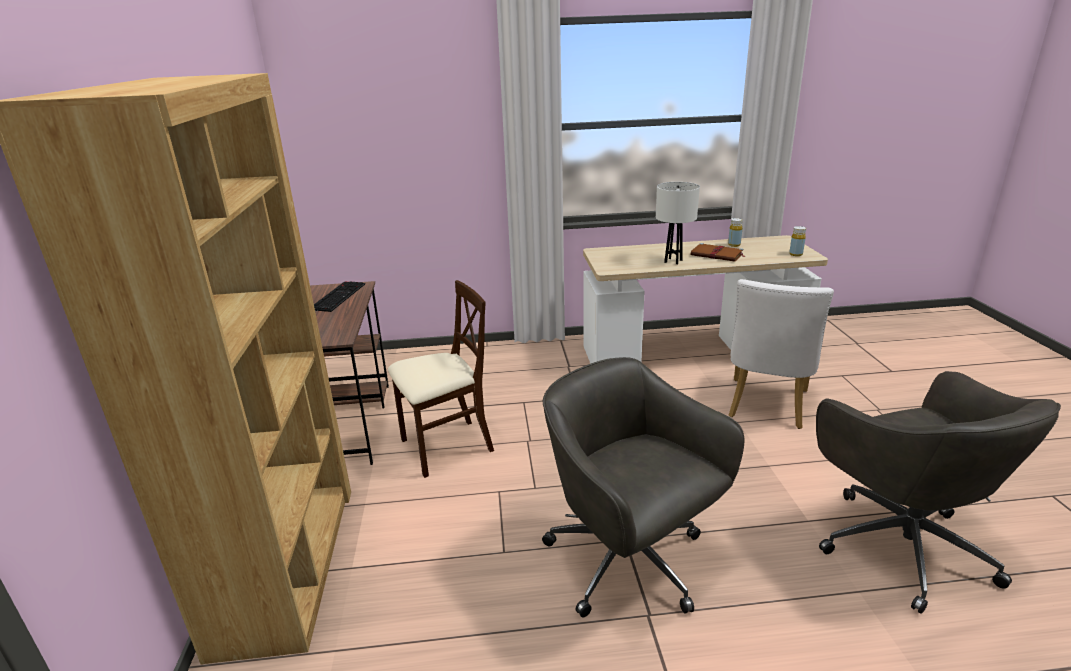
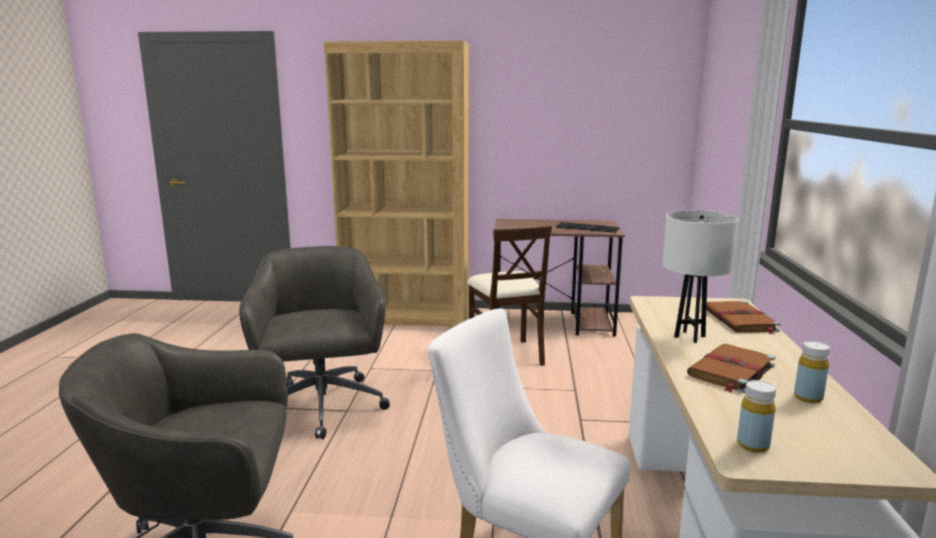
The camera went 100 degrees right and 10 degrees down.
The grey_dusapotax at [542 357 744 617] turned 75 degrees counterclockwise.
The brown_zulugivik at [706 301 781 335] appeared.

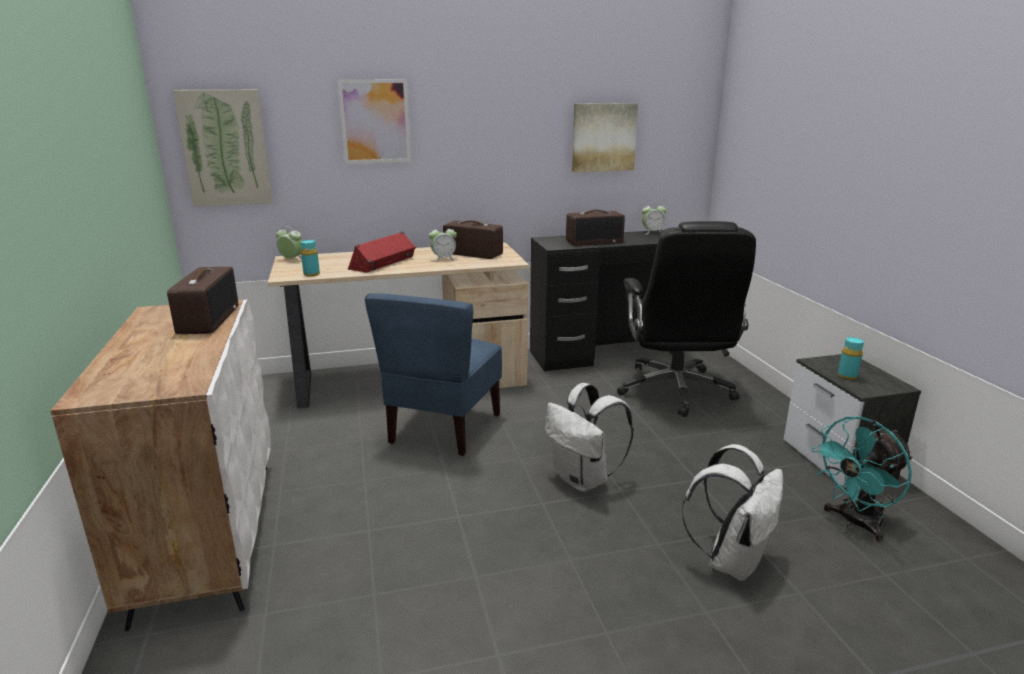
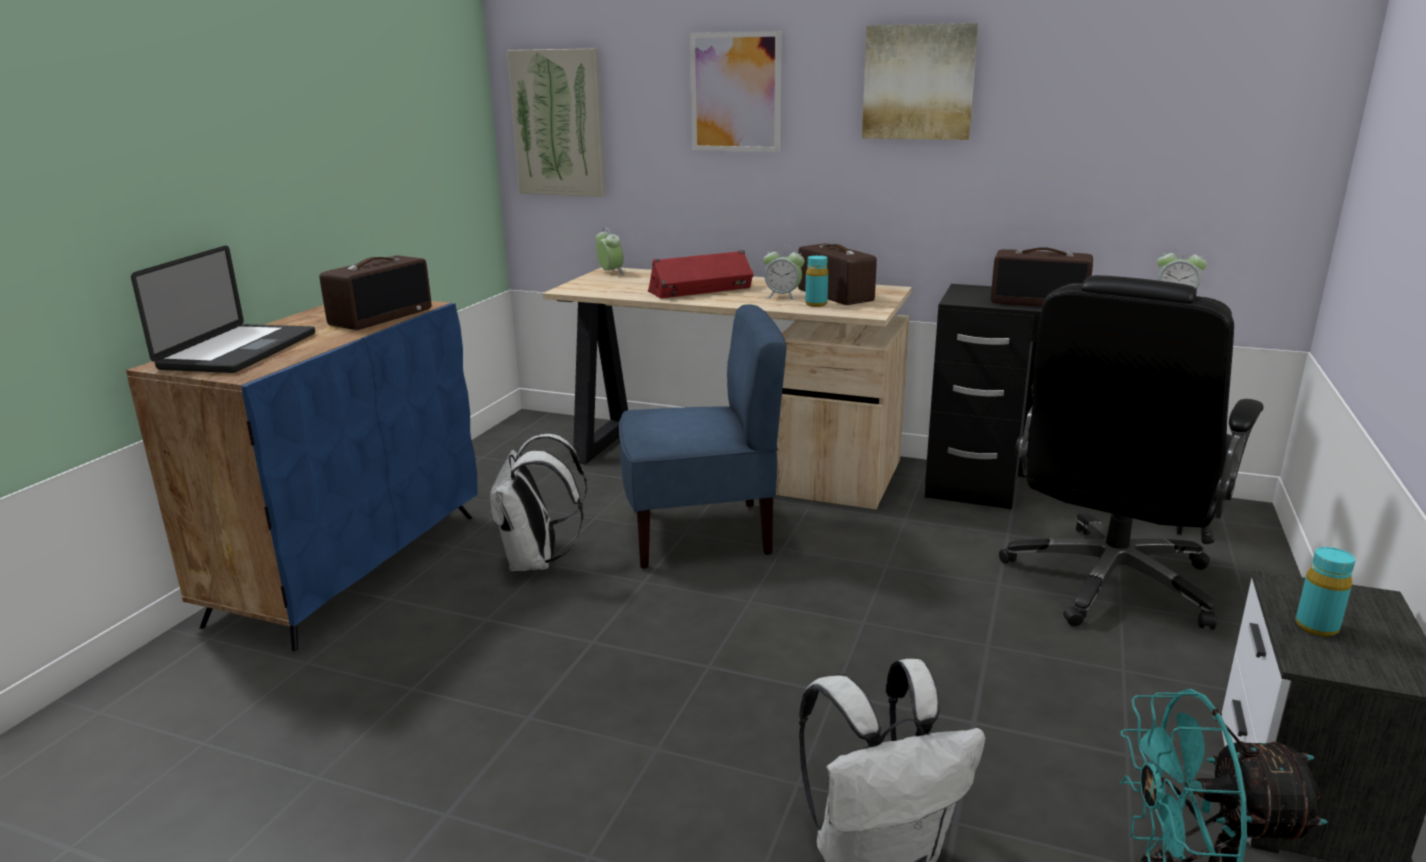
The camera went 35 degrees right and 0 degrees up.
The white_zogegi at [50 299 271 631] became the blue_zogegi at [126 301 477 651].
The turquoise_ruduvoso moved from [301 240 320 277] to [805 255 828 307].
The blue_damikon at [365 293 502 456] turned 150 degrees counterclockwise.
The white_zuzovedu moved from [545 383 634 492] to [490 434 587 571].
The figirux moved from [572 103 638 172] to [862 23 979 140].
The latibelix at [131 245 315 373] appeared.

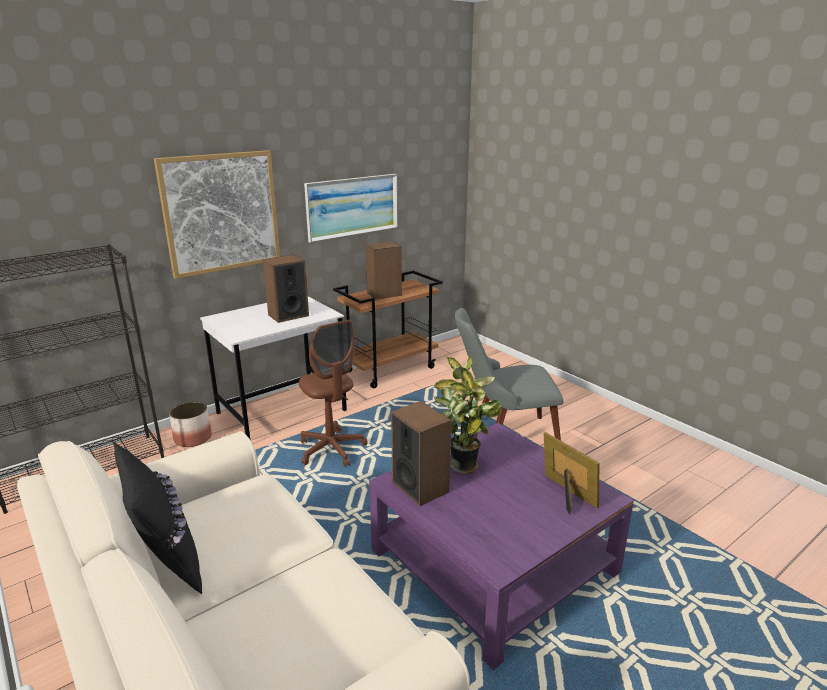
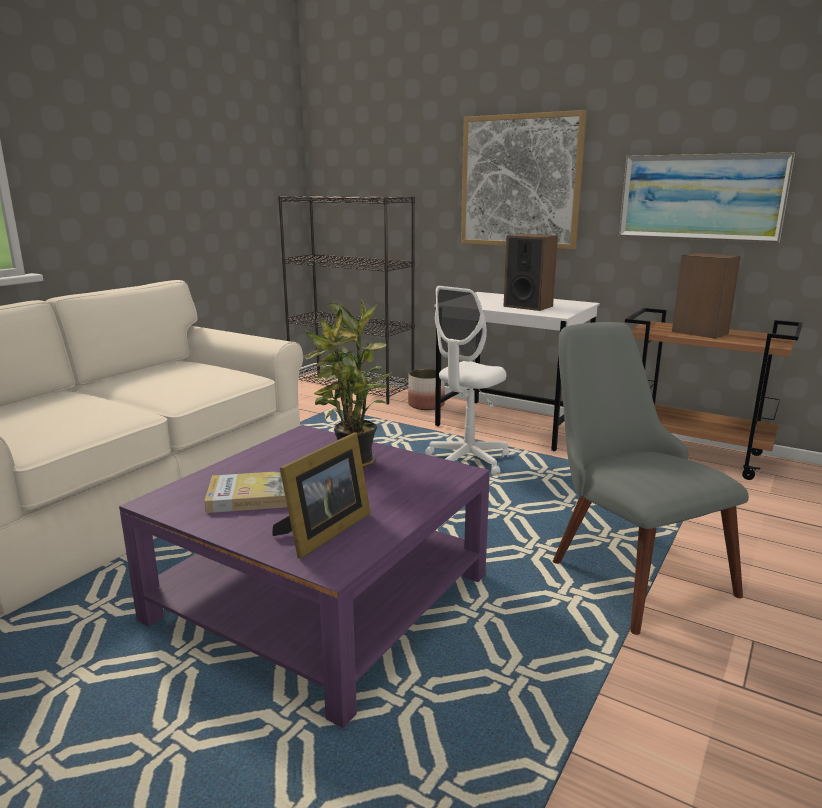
The camera went 70 degrees right and 5 degrees down.
The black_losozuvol at [112 441 202 594] disappeared.
The brown_dusapotax at [299 320 368 467] became the white_dusapotax at [425 286 509 476].
The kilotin at [391 401 451 506] disappeared.
The zulugivik at [204 471 287 513] appeared.

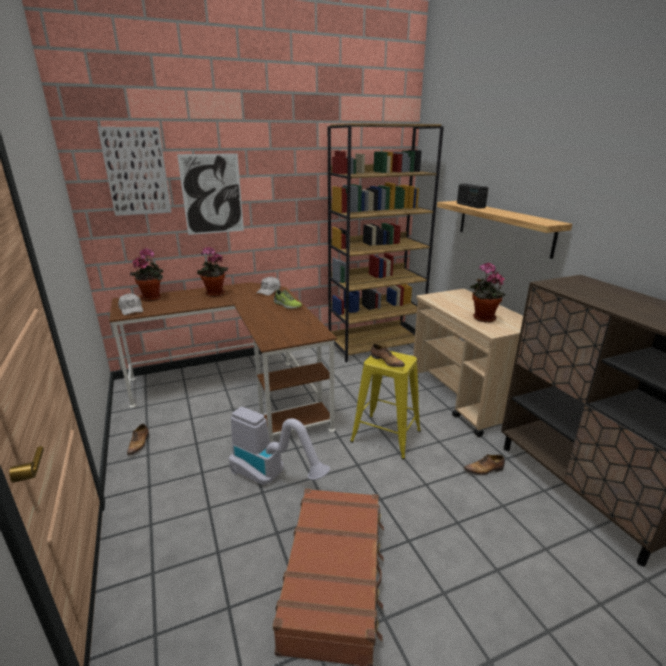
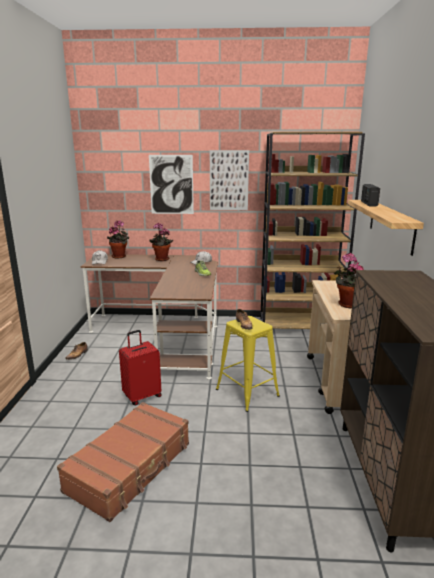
The camera went 25 degrees right and 5 degrees down.
The figirux moved from [98 127 172 216] to [210 150 249 210].
The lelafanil at [229 407 330 486] was replaced by the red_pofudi at [119 330 162 405].
The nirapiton at [464 454 505 475] disappeared.

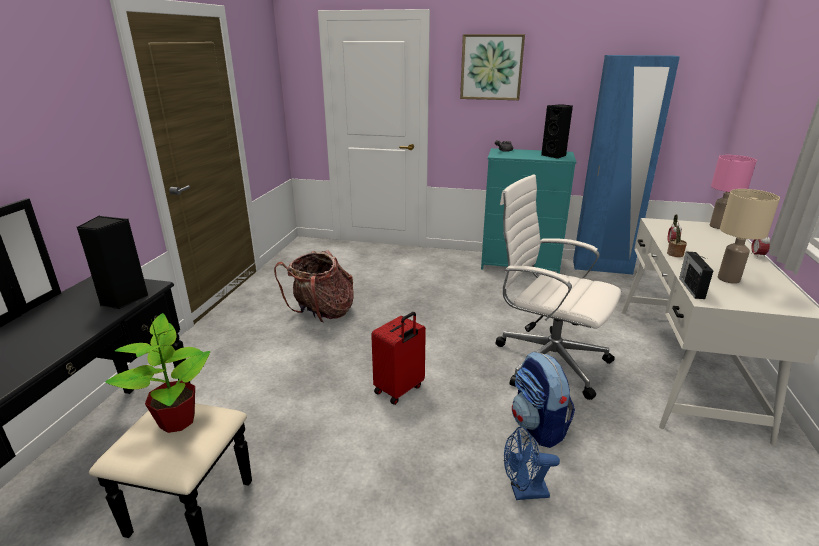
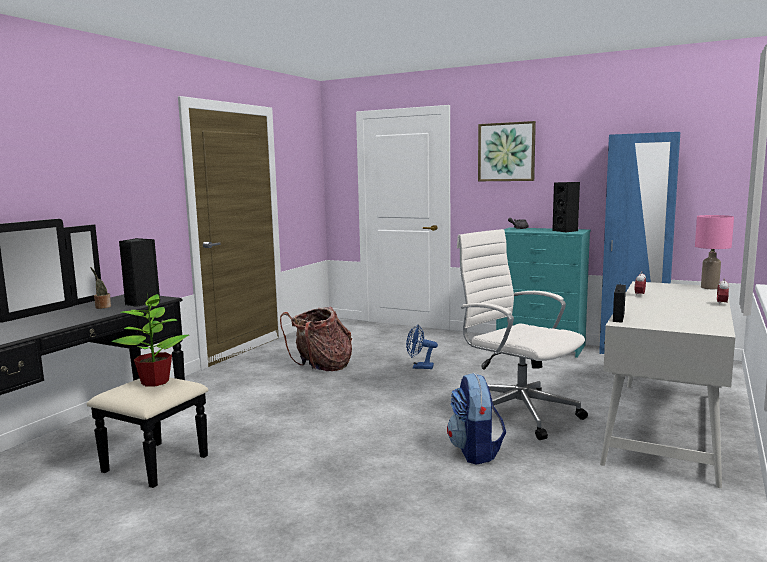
The camera went 15 degrees right and 15 degrees down.
The red_pofudi at [371 312 426 405] disappeared.
The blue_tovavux moved from [504 426 560 500] to [406 324 438 369].
The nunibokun moved from [667 214 687 257] to [90 267 111 309].
The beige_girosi at [718 189 780 284] disappeared.

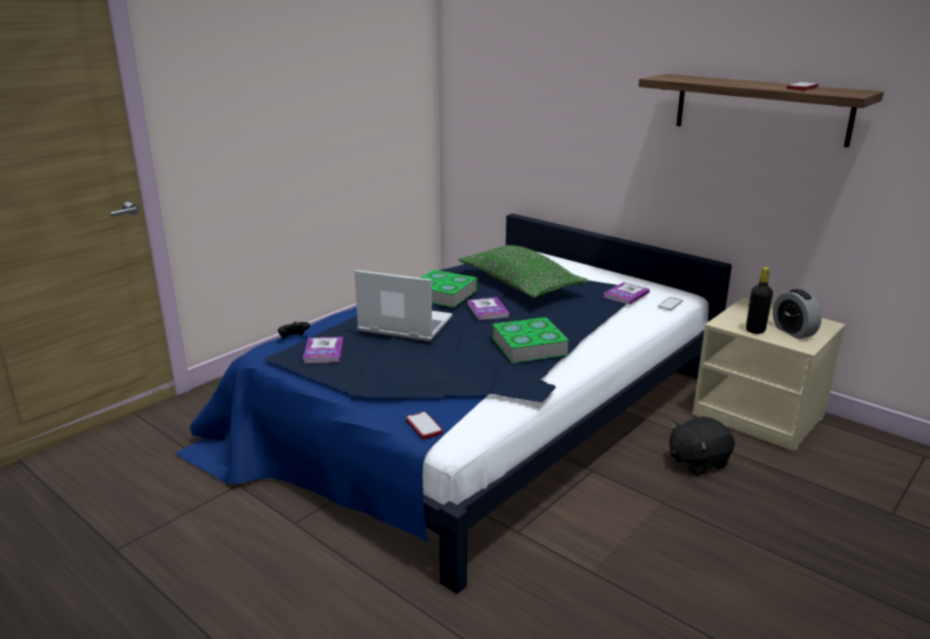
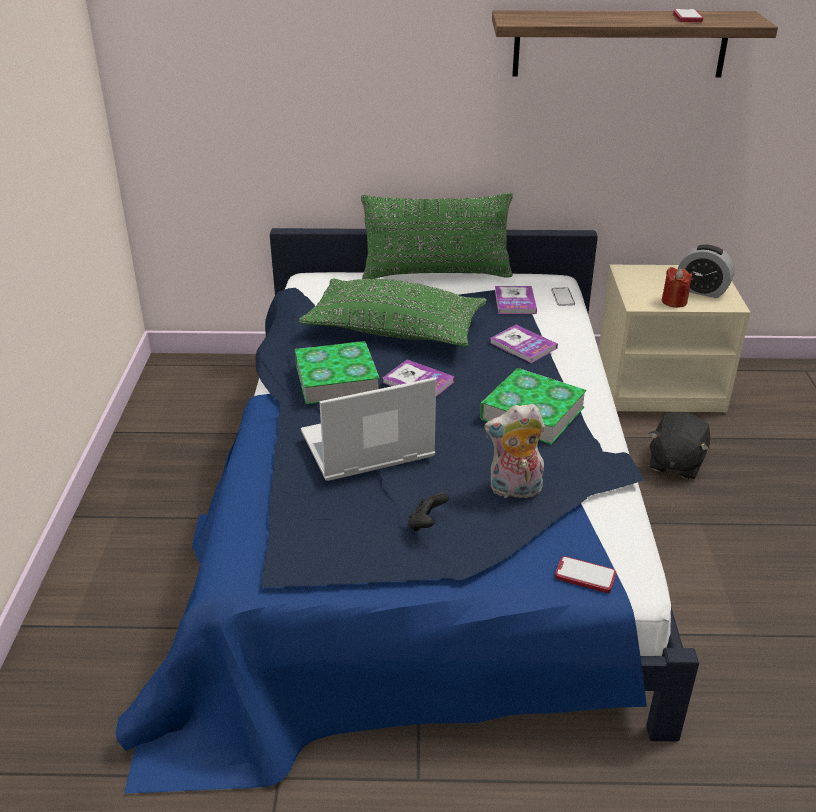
The camera went 40 degrees left and 10 degrees up.
The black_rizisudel moved from [278 322 310 339] to [408 492 449 531].
The zulugivik moved from [303 337 344 363] to [490 325 558 363].
The black_ruduvoso at [746 267 773 334] was replaced by the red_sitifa at [662 267 692 308].
The green_losozuvol at [361 193 513 279] appeared.
The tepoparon at [484 404 545 498] appeared.

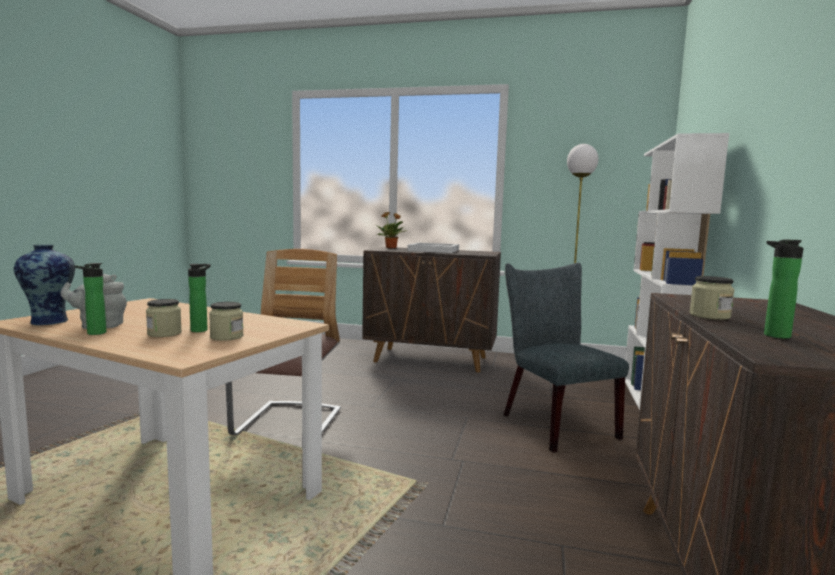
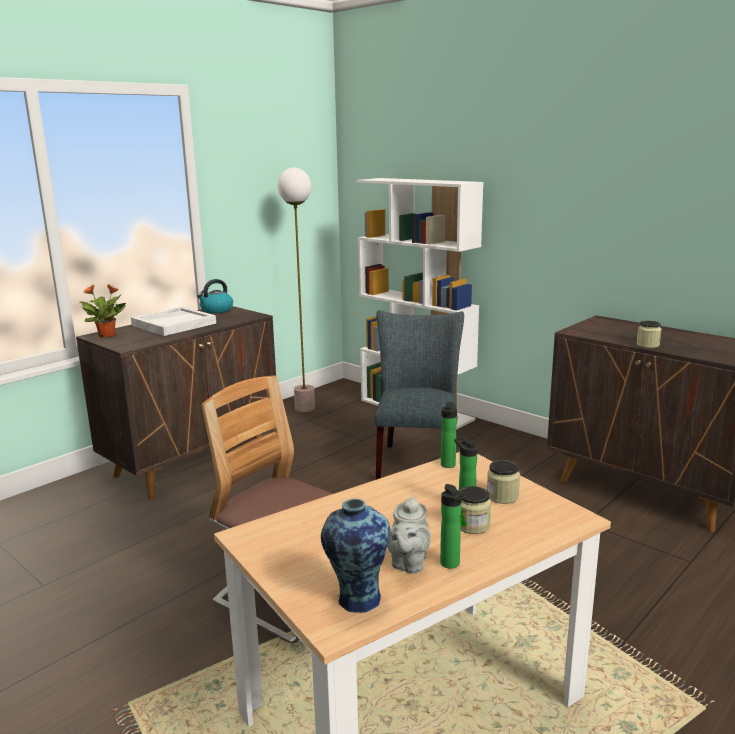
The camera went 60 degrees left and 10 degrees up.
The grey_damikon at [504 263 629 452] turned 90 degrees clockwise.
The ruduvoso moved from [764 240 803 339] to [441 402 457 468].
The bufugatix at [197 279 233 313] appeared.

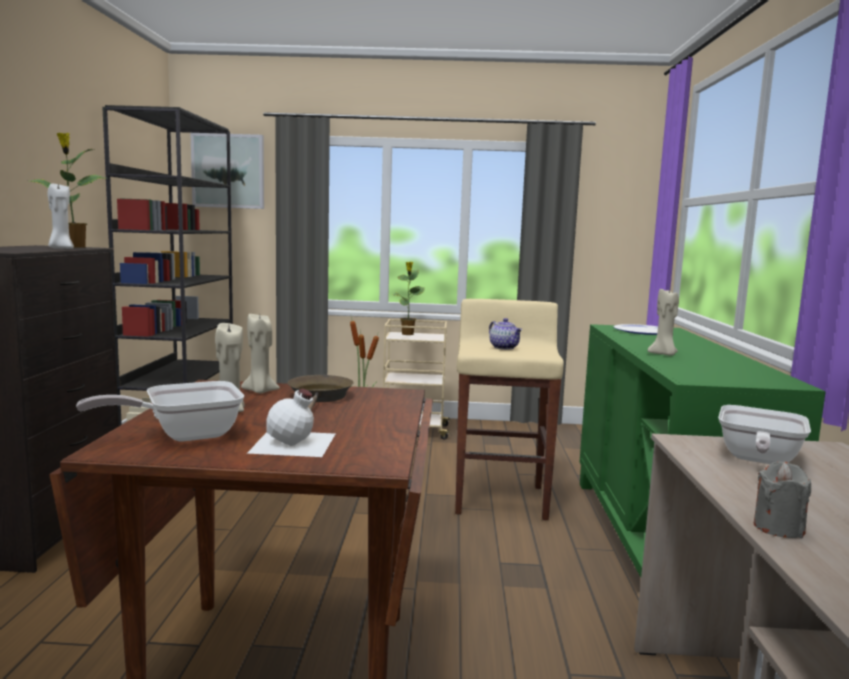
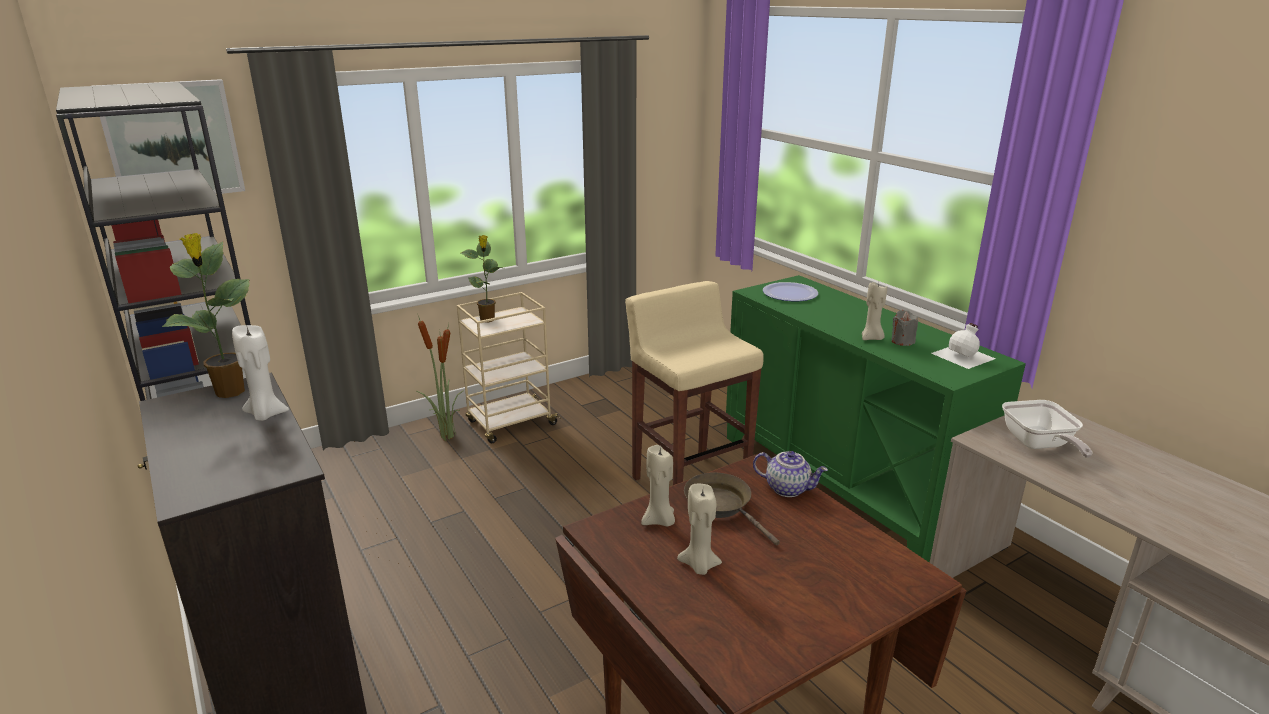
The camera went 35 degrees left and 15 degrees up.
The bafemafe at [76 381 244 442] disappeared.
The white_ruduvoso moved from [247 389 335 457] to [931 323 996 369].
The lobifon moved from [489 318 522 350] to [753 451 828 497].
The grey_sitifa moved from [754 462 811 538] to [891 310 918 346].

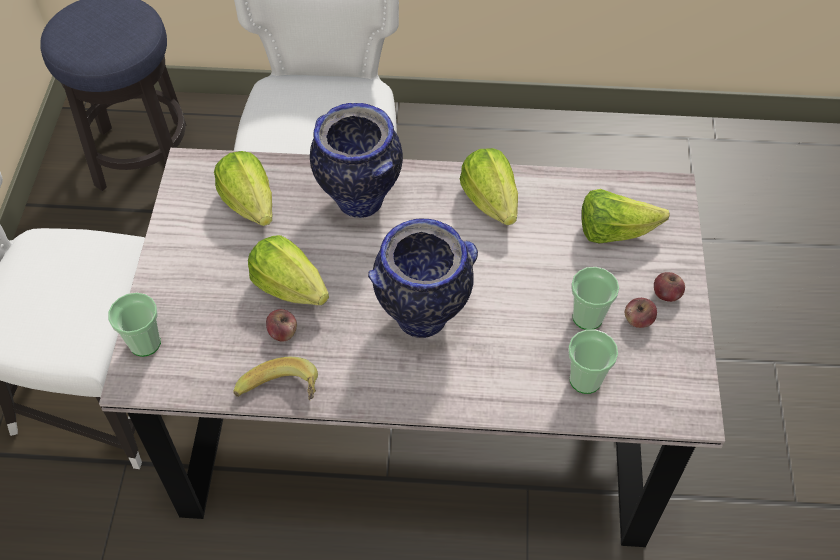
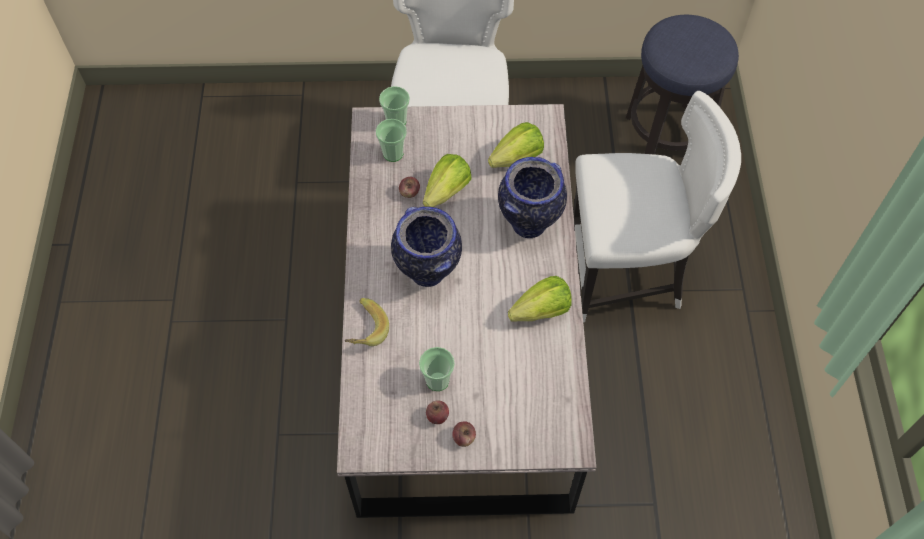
The camera went 85 degrees right and 5 degrees up.
The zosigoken moved from [233 357 318 400] to [345 298 389 346].
The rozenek moved from [568 330 618 394] to [376 119 407 162].
The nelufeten at [581 189 670 244] disappeared.

